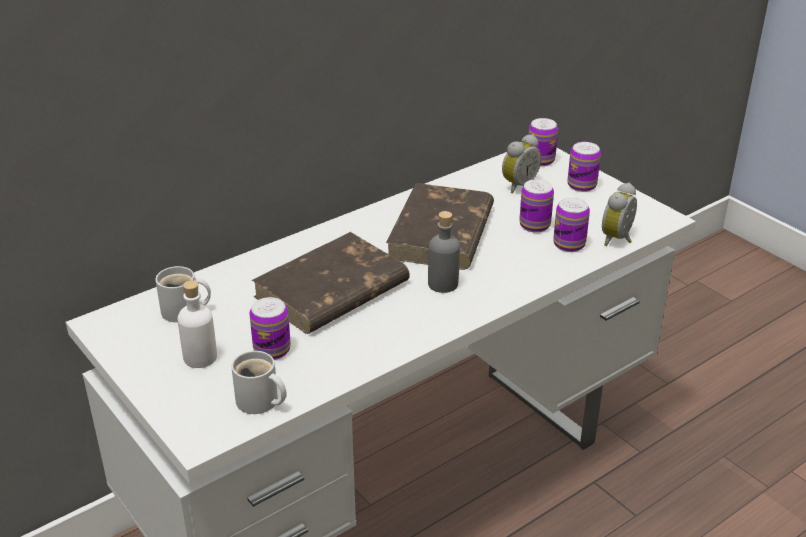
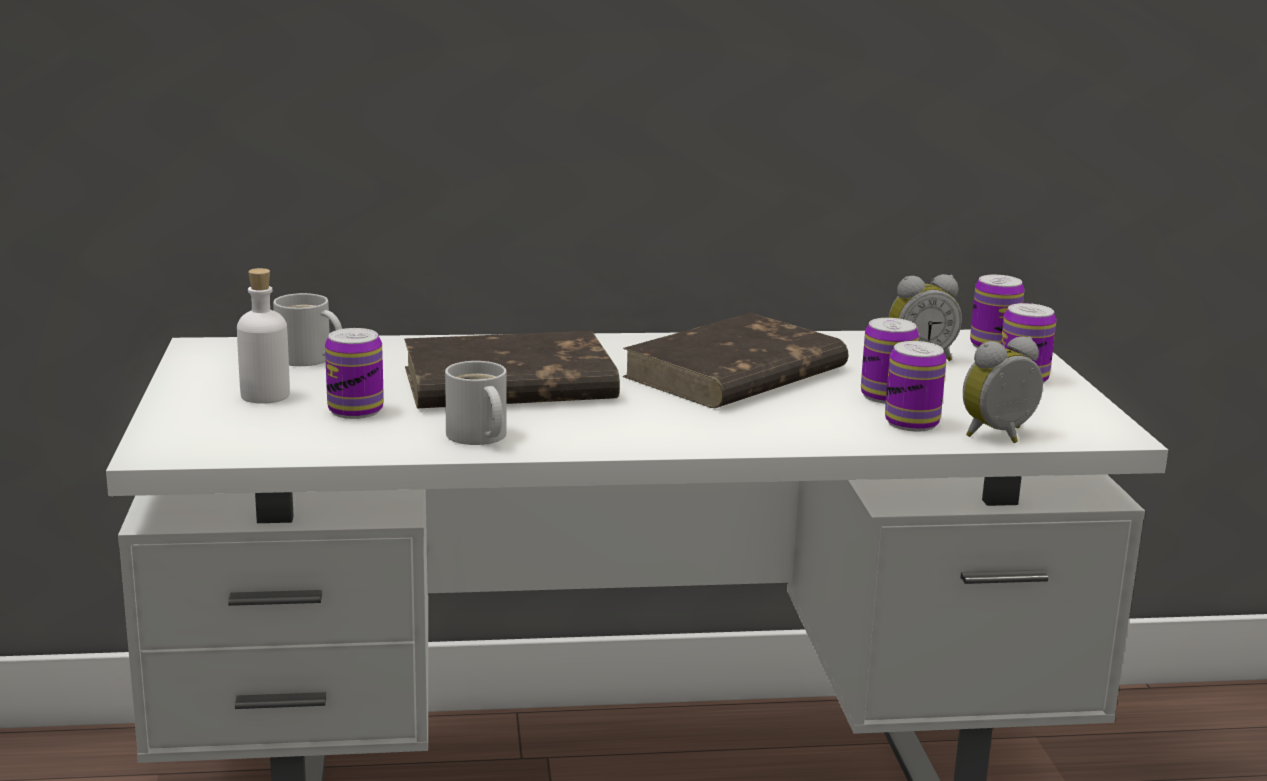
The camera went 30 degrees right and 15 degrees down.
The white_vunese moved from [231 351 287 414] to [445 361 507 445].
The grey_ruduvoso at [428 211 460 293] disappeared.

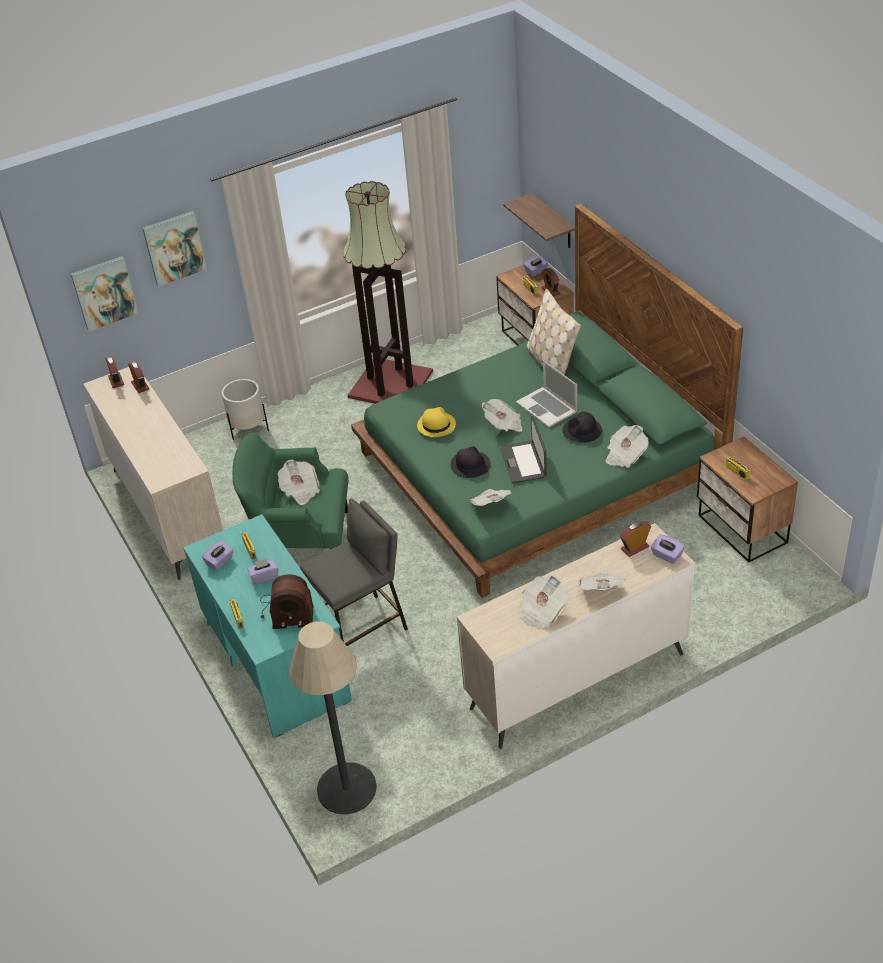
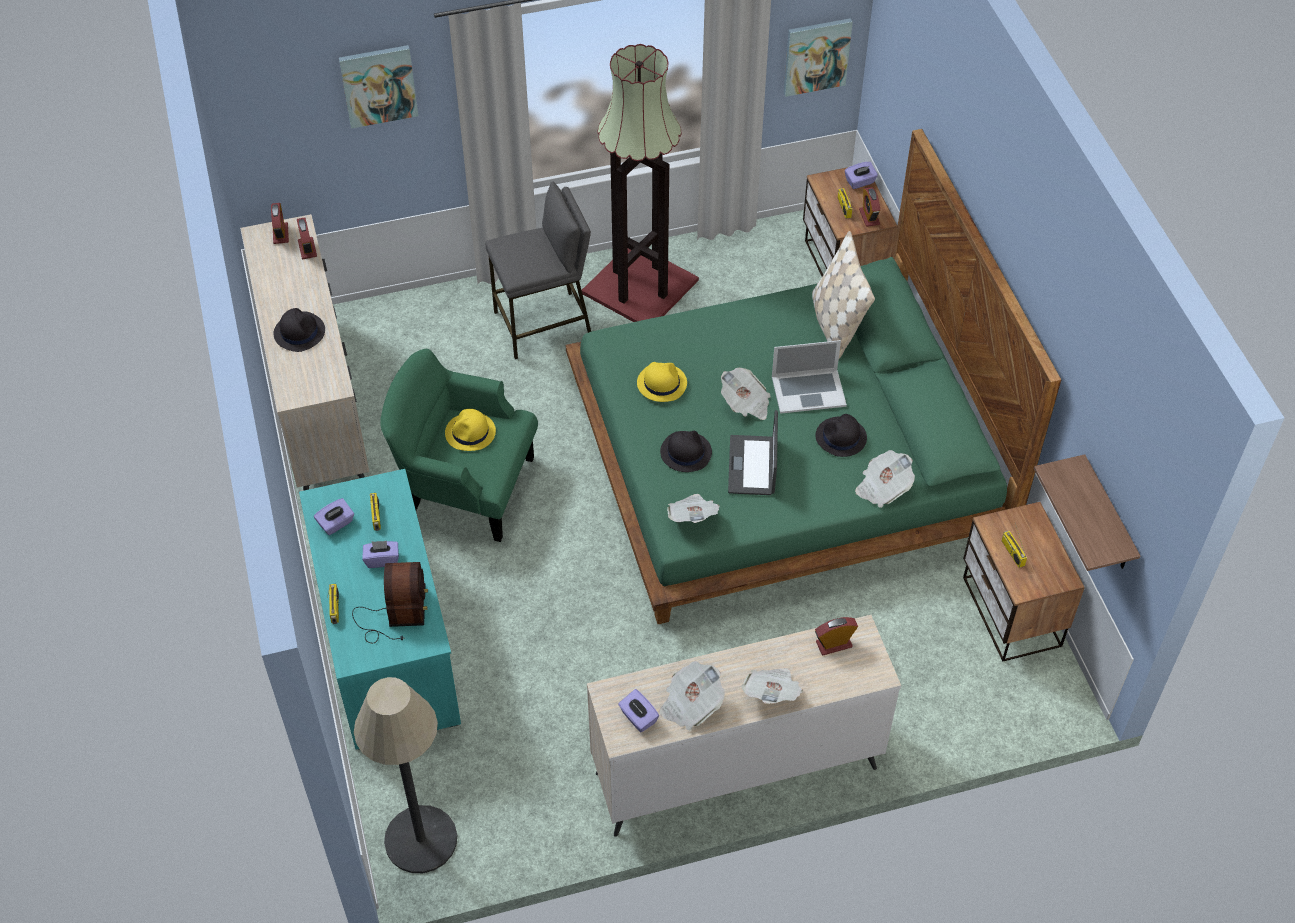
The camera went 10 degrees right and 10 degrees up.
The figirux moved from [71 256 139 331] to [784 18 853 97].
The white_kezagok at [222 379 269 441] disappeared.
The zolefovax at [260 574 313 629] turned 105 degrees counterclockwise.
The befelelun at [278 459 320 505] was replaced by the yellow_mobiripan at [445 409 496 451].
The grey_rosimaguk moved from [299 498 408 646] to [485 181 591 359].
The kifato moved from [503 193 575 248] to [1034 454 1141 571].
The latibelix at [516 360 577 428] turned 75 degrees counterclockwise.
The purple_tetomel moved from [651 534 685 564] to [618 689 659 733].
The black_mobiripan at [273 308 325 352] appeared.

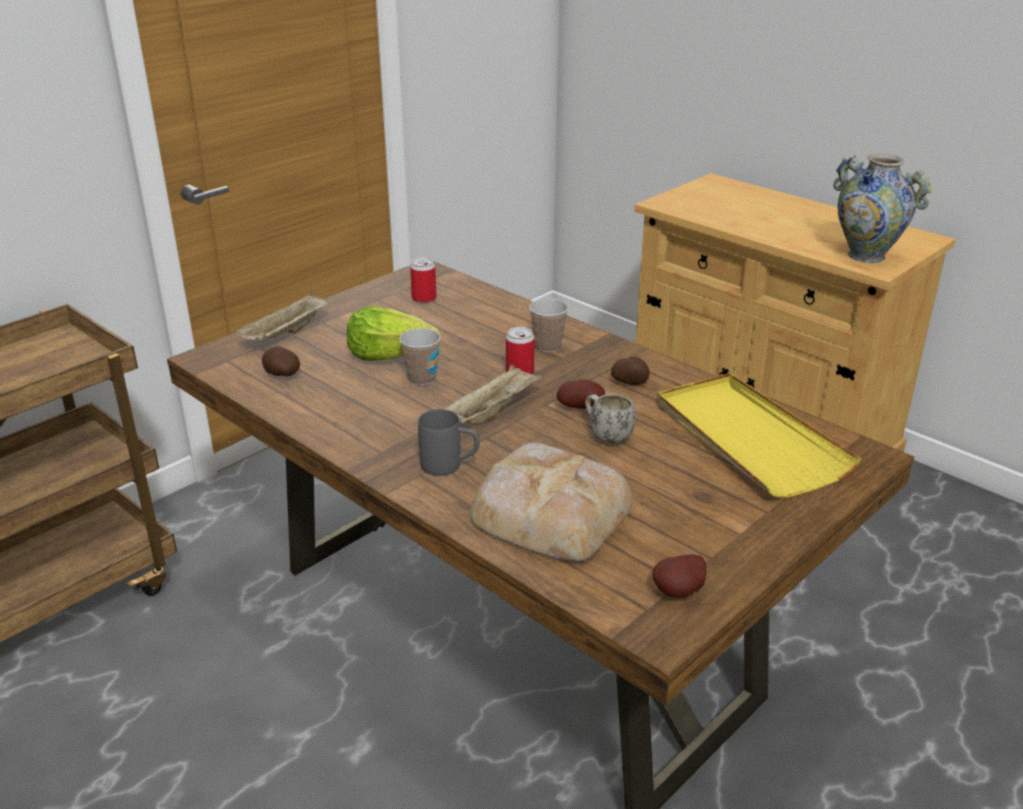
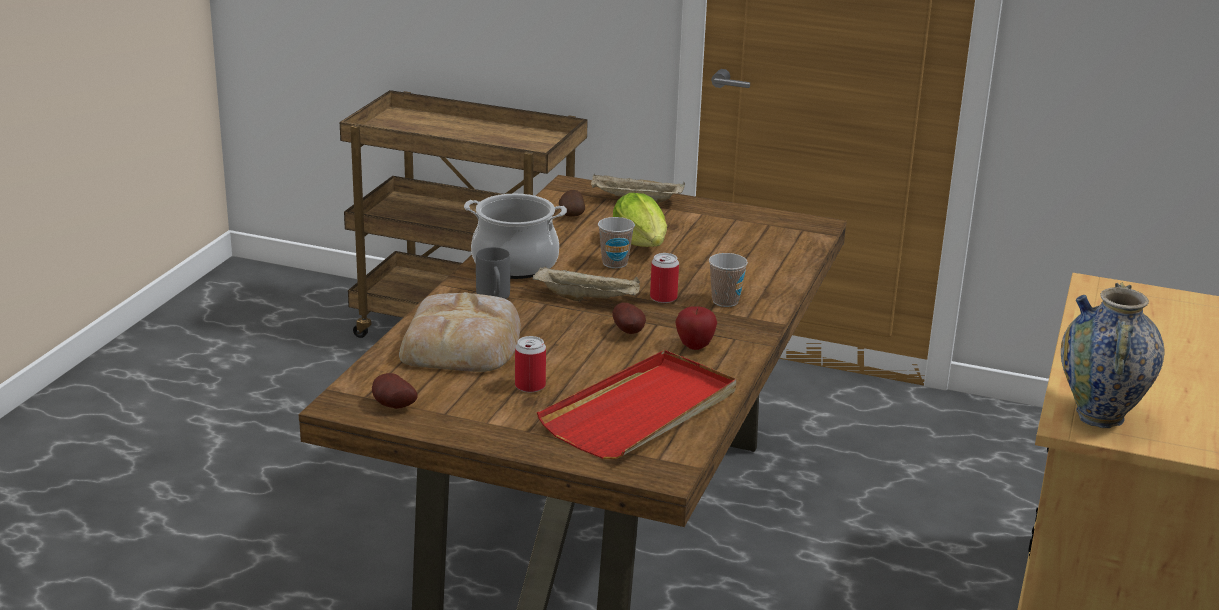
The camera went 65 degrees right and 5 degrees down.
The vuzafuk moved from [410 257 437 303] to [515 336 546 392].
The white_vunese at [585 394 636 443] disappeared.
The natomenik at [611 356 649 385] was replaced by the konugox at [676 306 717 350].
The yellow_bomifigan at [657 373 861 498] became the red_bomifigan at [537 350 737 459].
The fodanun at [464 194 567 279] appeared.

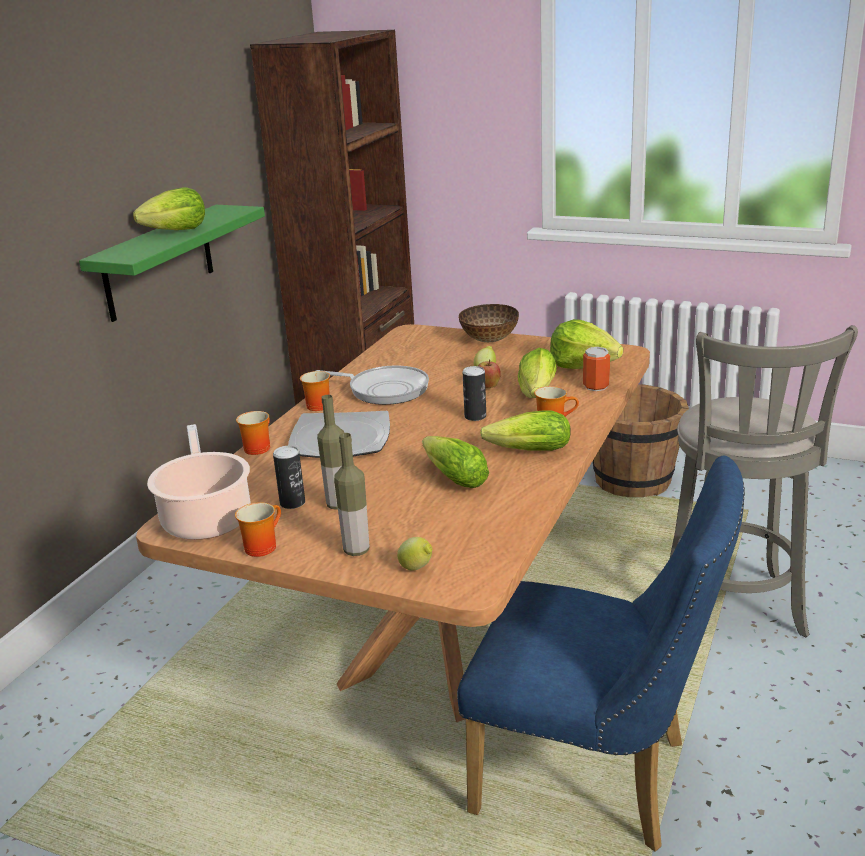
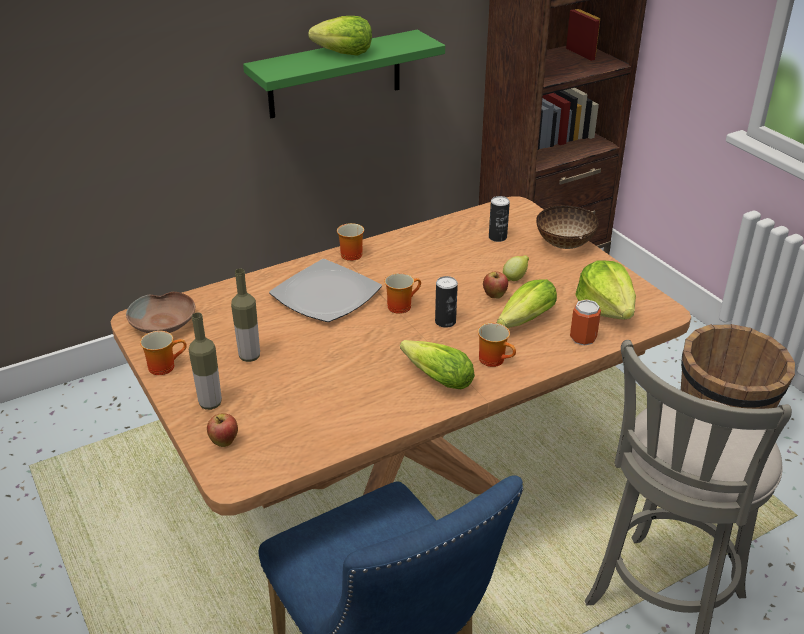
The camera went 35 degrees right and 10 degrees up.
The fodanun at [147 424 251 540] was replaced by the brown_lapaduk at [126 292 195 333].
The vunese moved from [236 411 270 455] to [384 273 421 314].
The vuzafuk moved from [273 446 305 509] to [489 196 510 242].
The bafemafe at [316 365 429 405] disappeared.
The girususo at [397 537 433 571] was replaced by the konugox at [207 414 238 447].
The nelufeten at [422 436 489 488] disappeared.

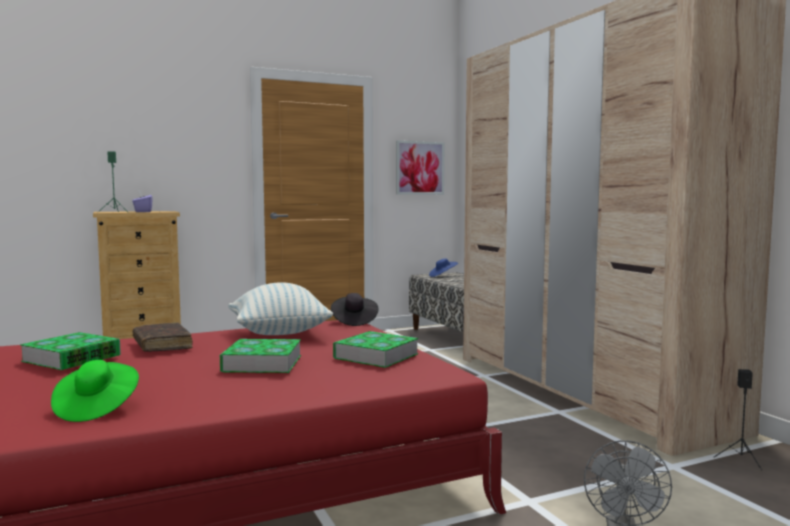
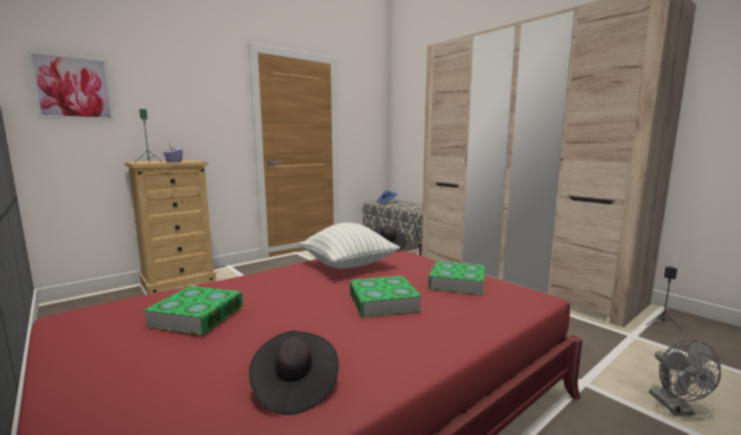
The camera went 15 degrees left and 5 degrees up.
The green_mobiripan at [51 360 139 422] became the black_mobiripan at [249 331 339 415].
The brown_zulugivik at [132 322 193 352] disappeared.
The figirux moved from [396 141 444 195] to [27 50 114 121].

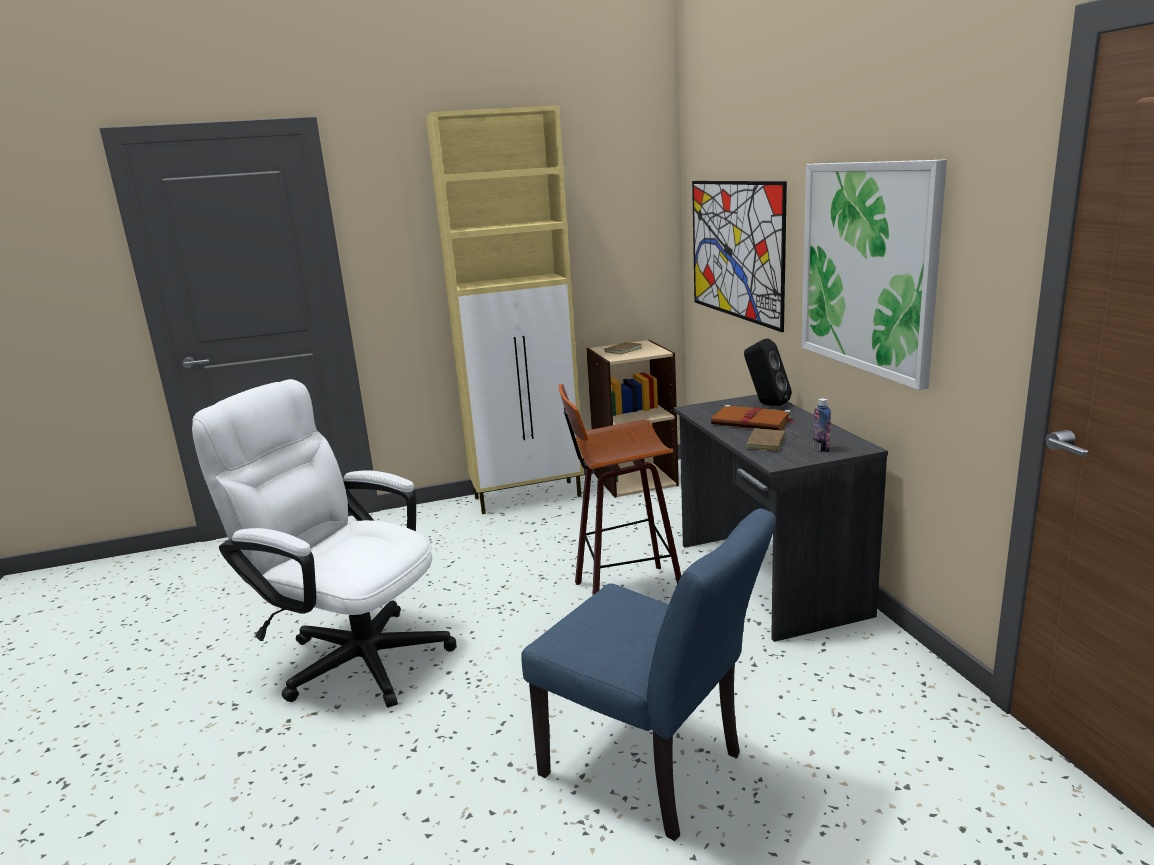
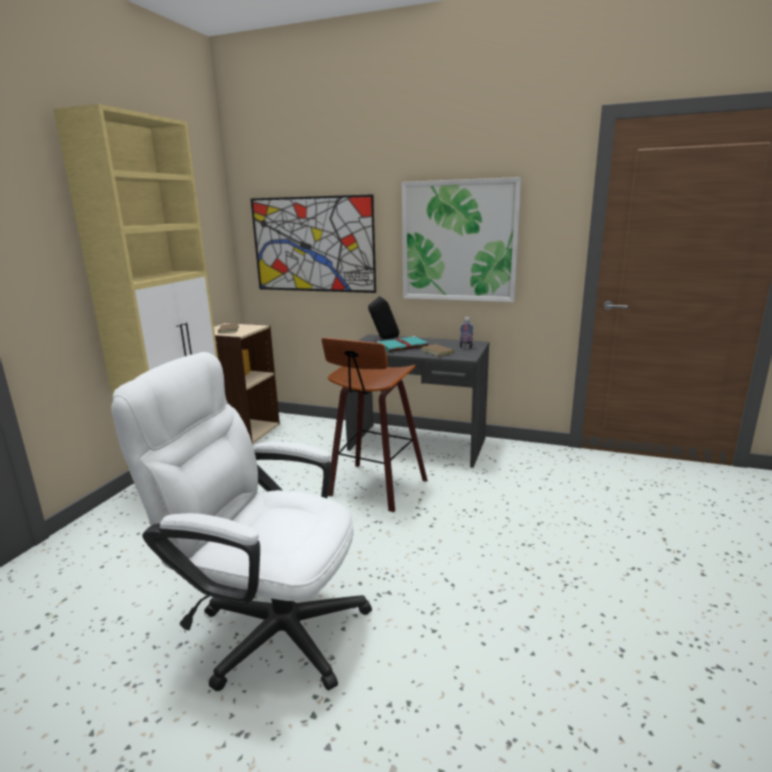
The camera went 55 degrees left and 0 degrees up.
The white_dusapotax at [192 379 456 708] turned 45 degrees clockwise.
The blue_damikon at [522 508 776 841] disappeared.
The brown_zulugivik at [711 405 794 430] became the turquoise_zulugivik at [376 336 429 352].

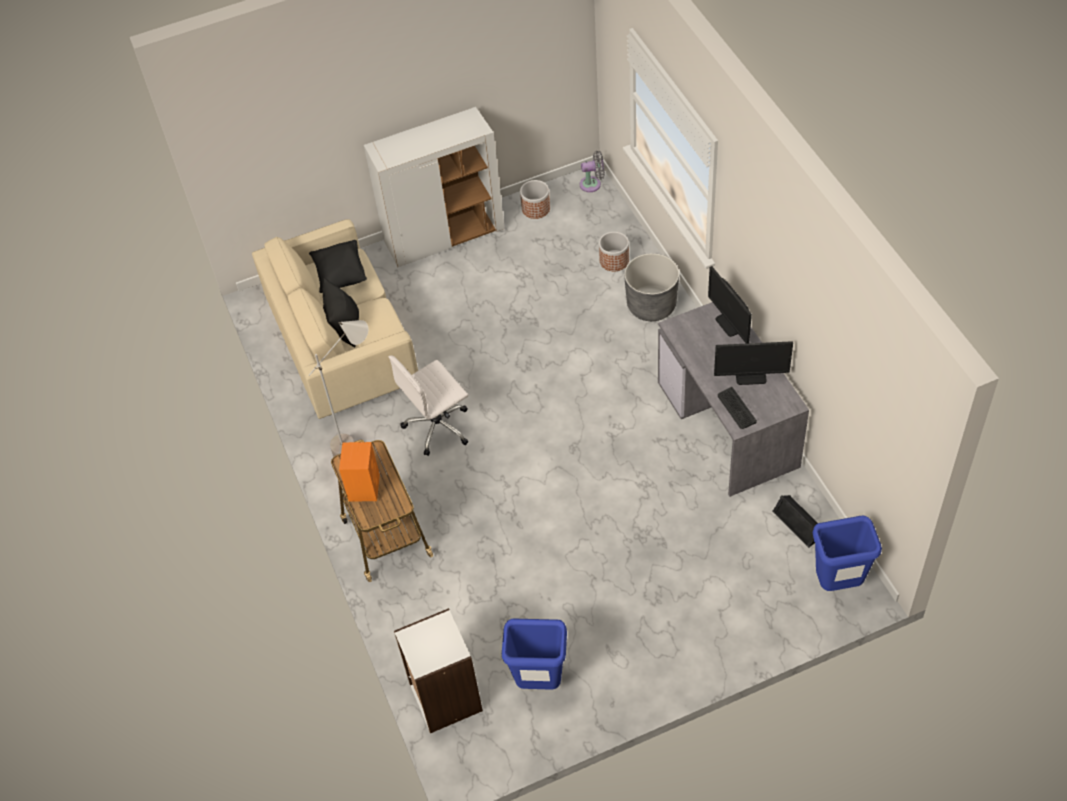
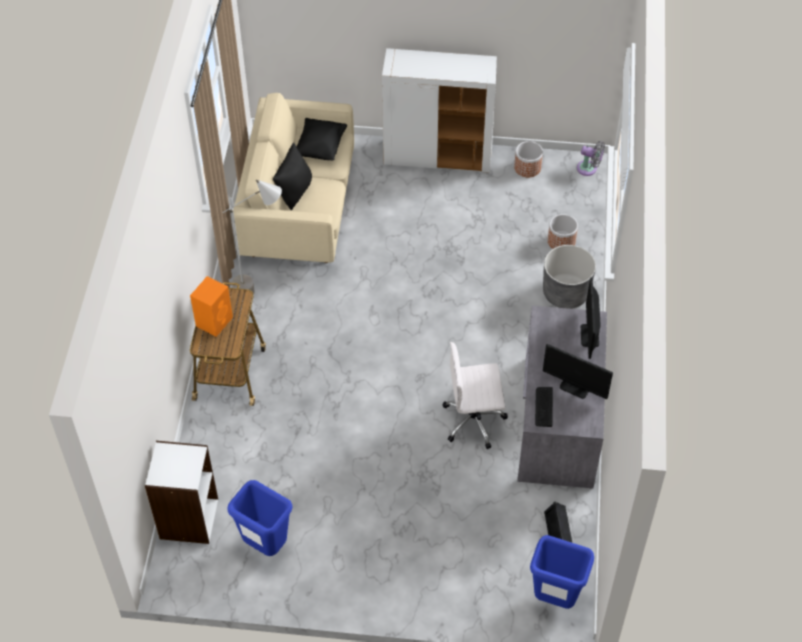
The camera went 25 degrees right and 0 degrees up.
The white_dusapotax moved from [388 355 468 456] to [442 342 508 449].

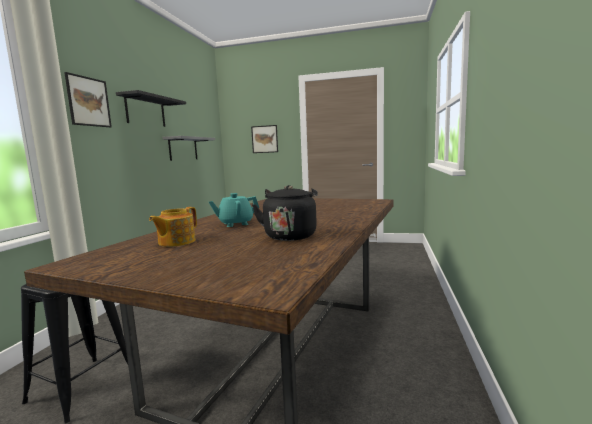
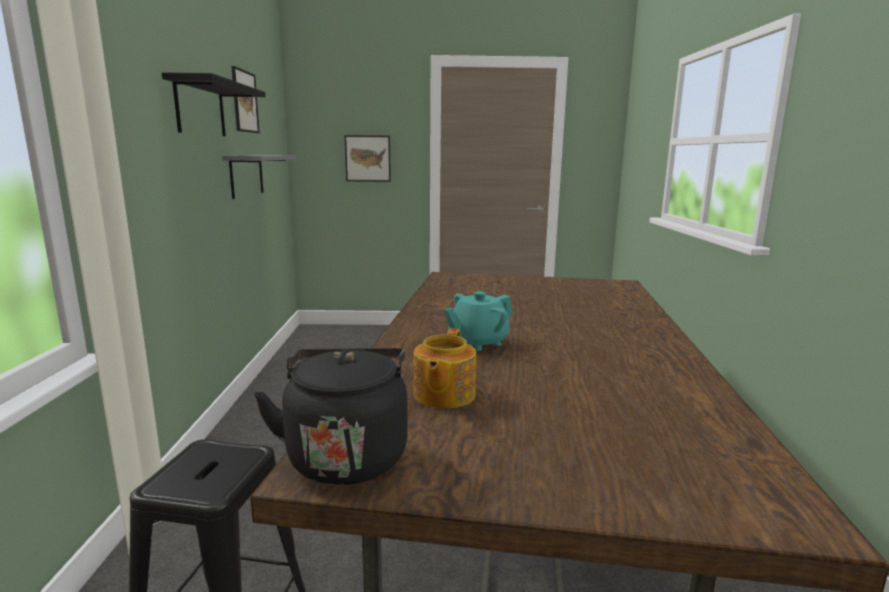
The camera went 15 degrees left and 5 degrees up.
The figirux moved from [64 72 112 127] to [231 66 260 133].
The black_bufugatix moved from [252 185 318 241] to [254 348 408 485].

